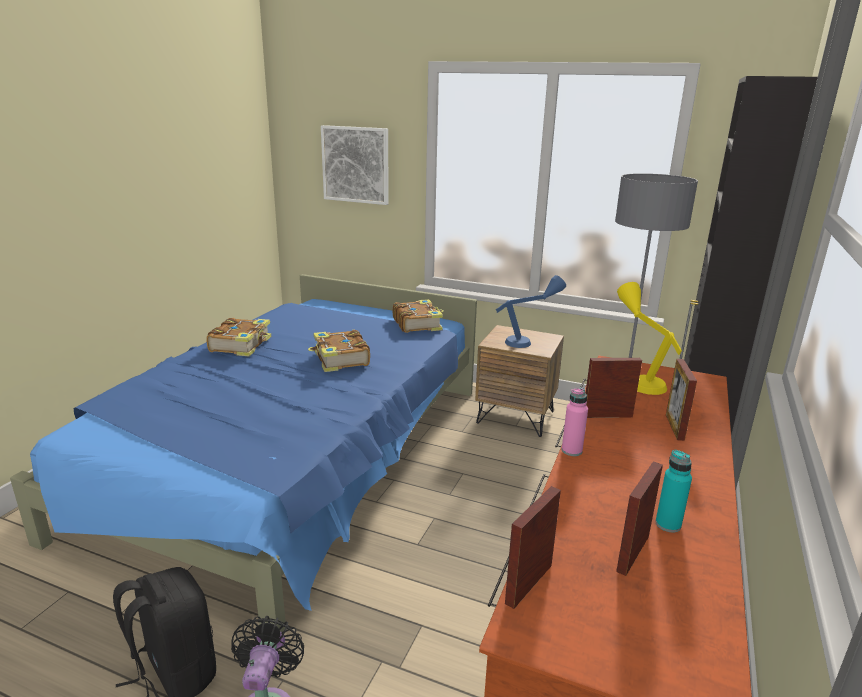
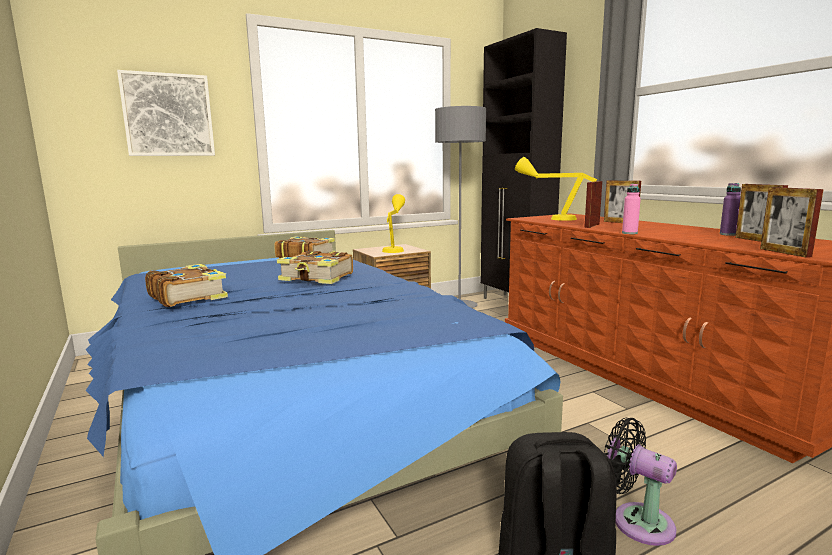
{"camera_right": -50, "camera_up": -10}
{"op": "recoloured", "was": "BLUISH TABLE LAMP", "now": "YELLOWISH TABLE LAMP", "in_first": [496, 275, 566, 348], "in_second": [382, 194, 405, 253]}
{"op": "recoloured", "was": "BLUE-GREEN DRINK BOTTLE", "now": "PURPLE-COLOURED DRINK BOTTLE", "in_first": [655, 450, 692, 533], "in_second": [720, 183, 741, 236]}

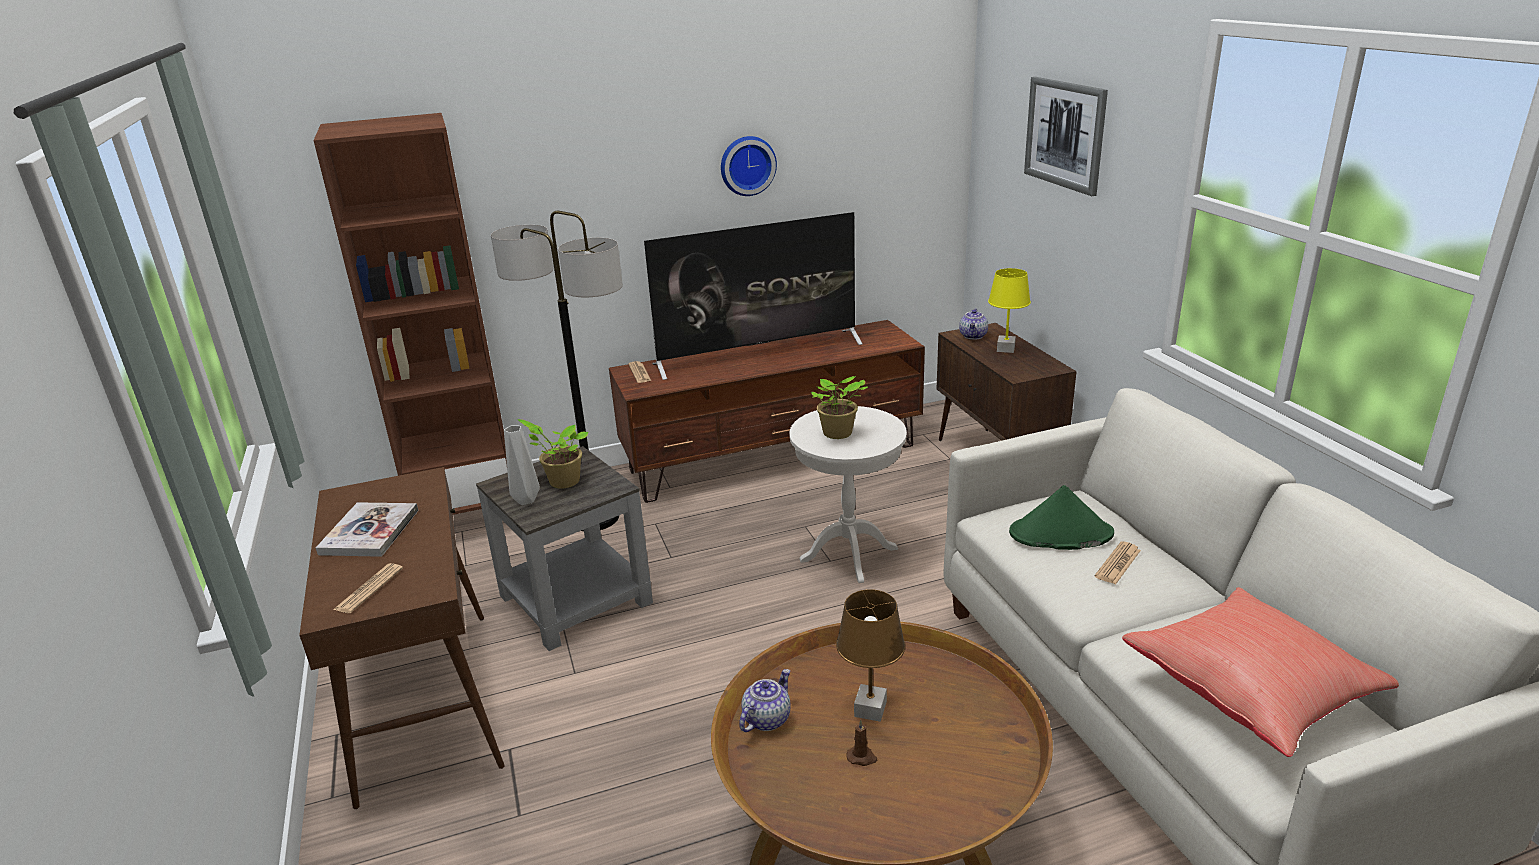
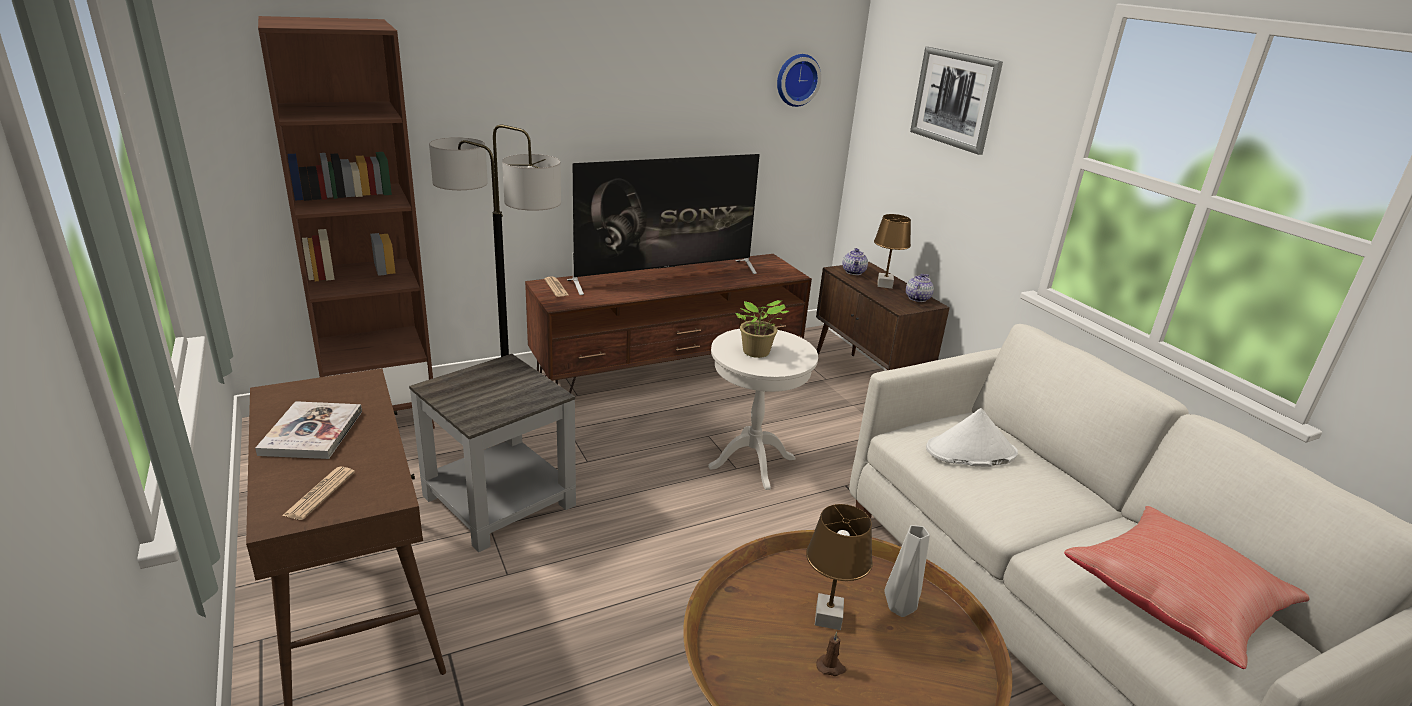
{"camera_right": -10, "camera_up": 0}
{"op": "moved", "was": "GREY VASE", "in_first": [504, 425, 540, 505], "in_second": [884, 525, 930, 617]}
{"op": "removed", "was": "PLANT IN A POT", "in_first": [518, 419, 588, 489]}
{"op": "moved", "was": "CLOCK ON THE WALL", "in_first": [721, 136, 777, 196], "in_second": [777, 54, 821, 107]}
{"op": "moved", "was": "POT FOR TEA", "in_first": [739, 669, 791, 732], "in_second": [906, 274, 934, 302]}
{"op": "recoloured", "was": "YELLOWISH TABLE LAMP", "now": "BROWNISH TABLE LAMP", "in_first": [988, 268, 1031, 353], "in_second": [874, 214, 911, 289]}
{"op": "recoloured", "was": "GREEN-COLOURED HAT", "now": "WHITE-COLOURED HAT", "in_first": [1009, 485, 1114, 550], "in_second": [926, 408, 1018, 467]}
{"op": "removed", "was": "DAILY PAPER", "in_first": [1095, 541, 1141, 584]}

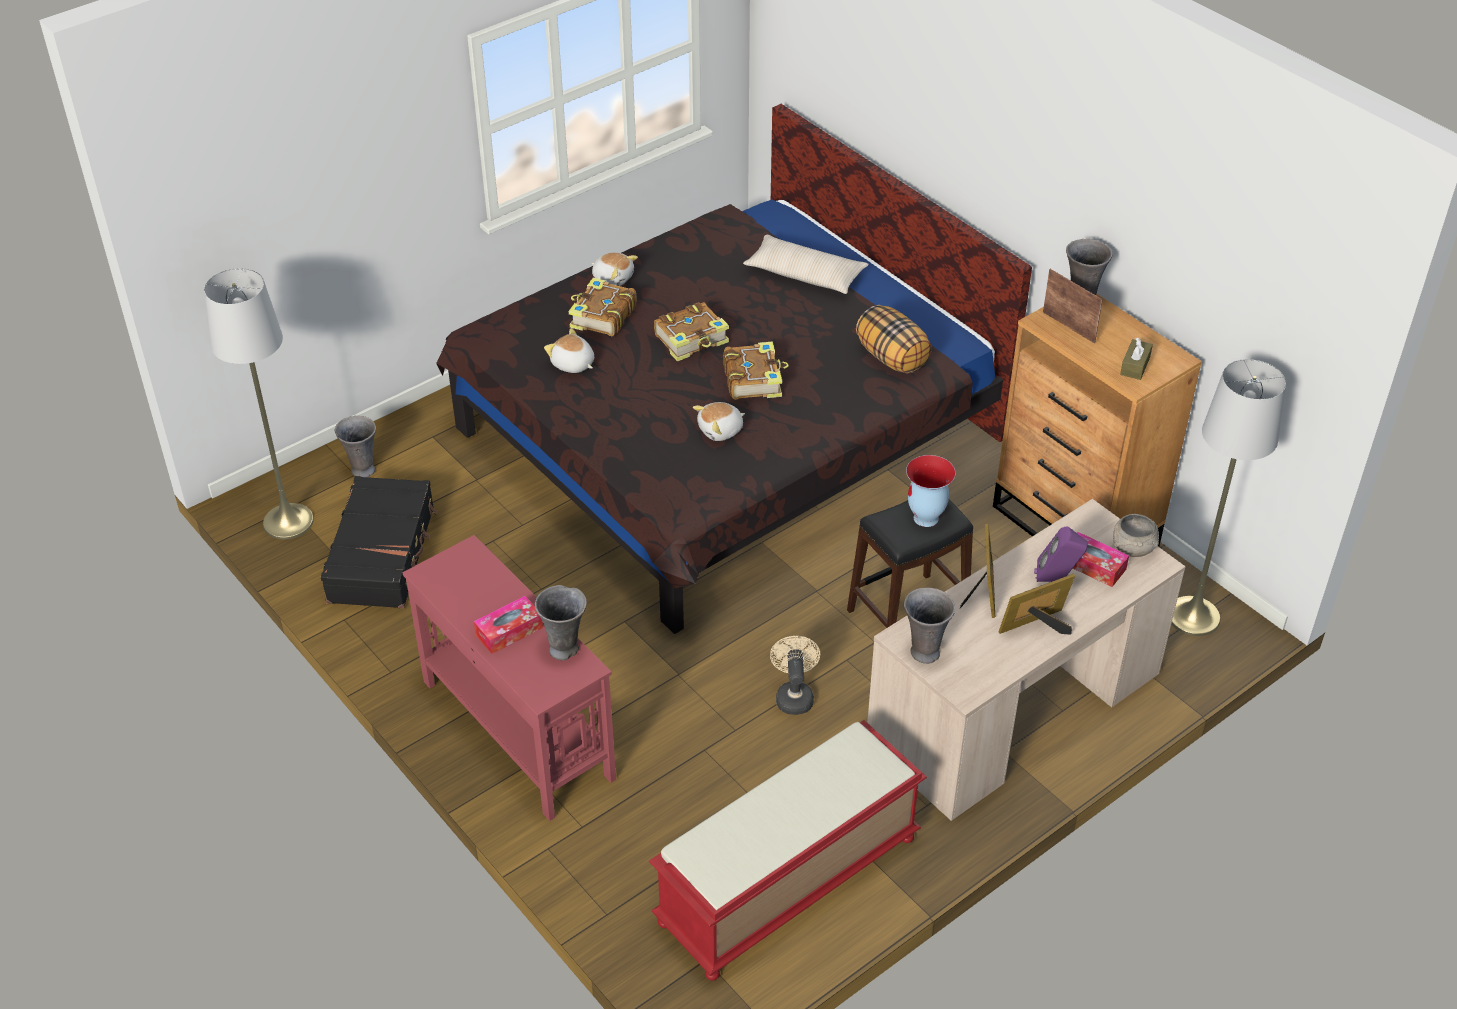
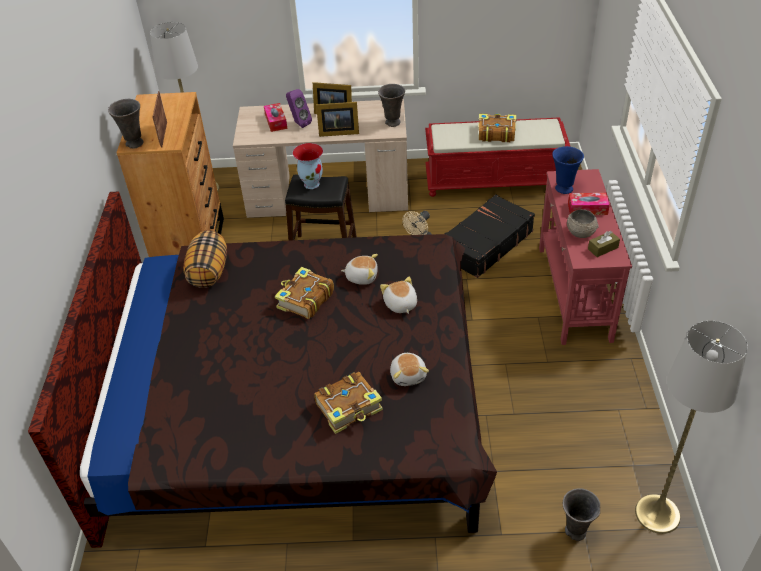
{"camera_right": -140, "camera_up": 0}
{"op": "moved", "was": "BLACK TRAVEL CASE", "in_first": [321, 476, 437, 608], "in_second": [445, 194, 535, 278]}
{"op": "recoloured", "was": "GREY VASE", "now": "BLUISH VASE", "in_first": [535, 585, 587, 660], "in_second": [552, 146, 584, 194]}
{"op": "moved", "was": "PLUSH TOY", "in_first": [591, 252, 638, 286], "in_second": [380, 277, 417, 314]}
{"op": "moved", "was": "BOUND BOOK", "in_first": [654, 302, 729, 361], "in_second": [478, 114, 516, 142]}
{"op": "removed", "was": "SAND-COLOURED PILLOW", "in_first": [743, 235, 869, 294]}
{"op": "turned", "was": "PICTURE FRAME", "in_first": [960, 524, 995, 618], "in_second": [316, 102, 359, 137], "clockwise": -135}
{"op": "moved", "was": "GREY DEEP DISH", "in_first": [1113, 514, 1159, 557], "in_second": [567, 209, 598, 238]}
{"op": "moved", "was": "BROWNISH BOX OF TISSUES", "in_first": [1120, 338, 1153, 380], "in_second": [588, 231, 620, 257]}

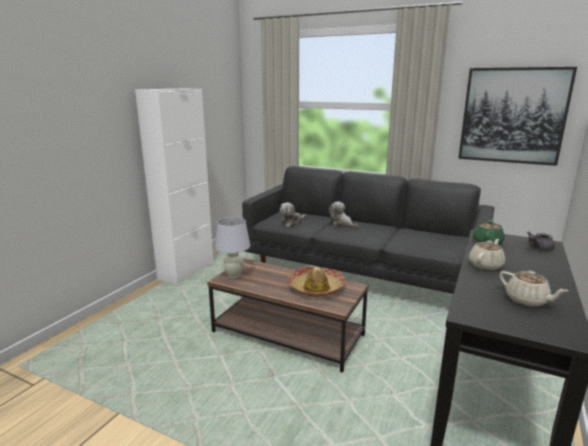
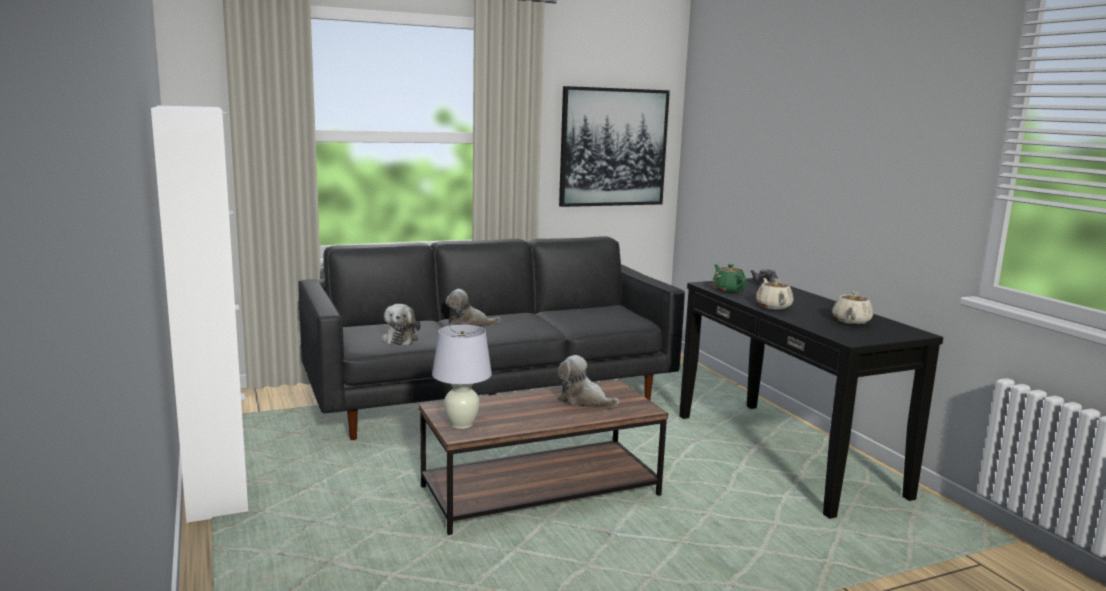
{"camera_right": -50, "camera_up": -5}
{"op": "replaced", "was": "HAT", "now": "PLUSH TOY", "in_first": [288, 266, 346, 297], "in_second": [557, 355, 619, 408]}
{"op": "turned", "was": "SAND-COLOURED POT FOR TEA", "in_first": [499, 271, 568, 307], "in_second": [832, 291, 873, 324], "clockwise": -75}

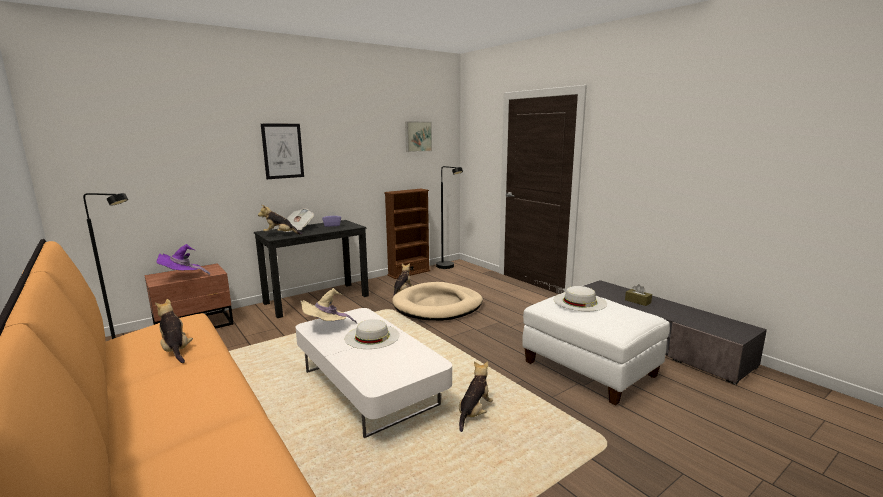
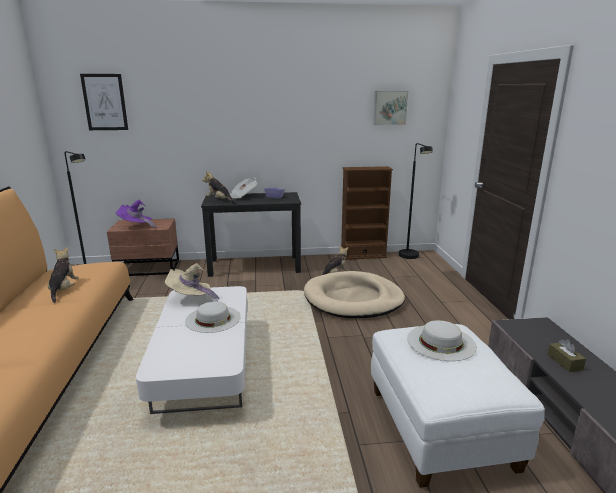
{"camera_right": 30, "camera_up": 5}
{"op": "moved", "was": "WALL PICTURE", "in_first": [261, 124, 304, 179], "in_second": [80, 74, 128, 130]}
{"op": "removed", "was": "PLUSH TOY", "in_first": [459, 361, 493, 432]}

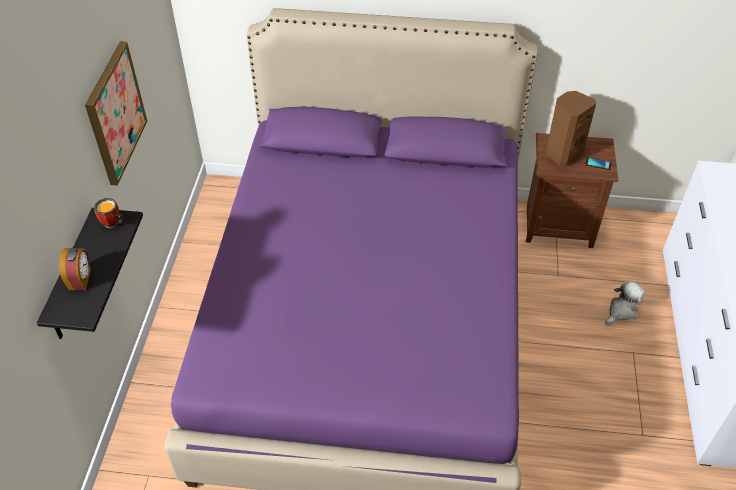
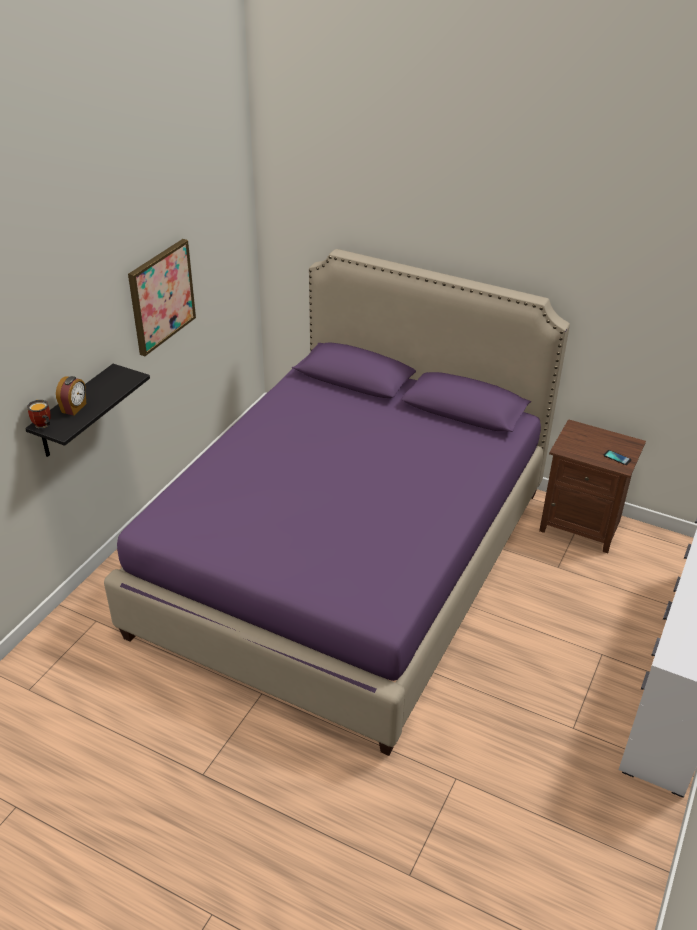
{"camera_right": 20, "camera_up": -10}
{"op": "moved", "was": "TEA MUG", "in_first": [94, 198, 124, 228], "in_second": [27, 400, 51, 428]}
{"op": "removed", "was": "BROWNISH AUDIO SPEAKER", "in_first": [546, 91, 596, 166]}
{"op": "removed", "was": "PLUSH TOY", "in_first": [605, 280, 645, 325]}

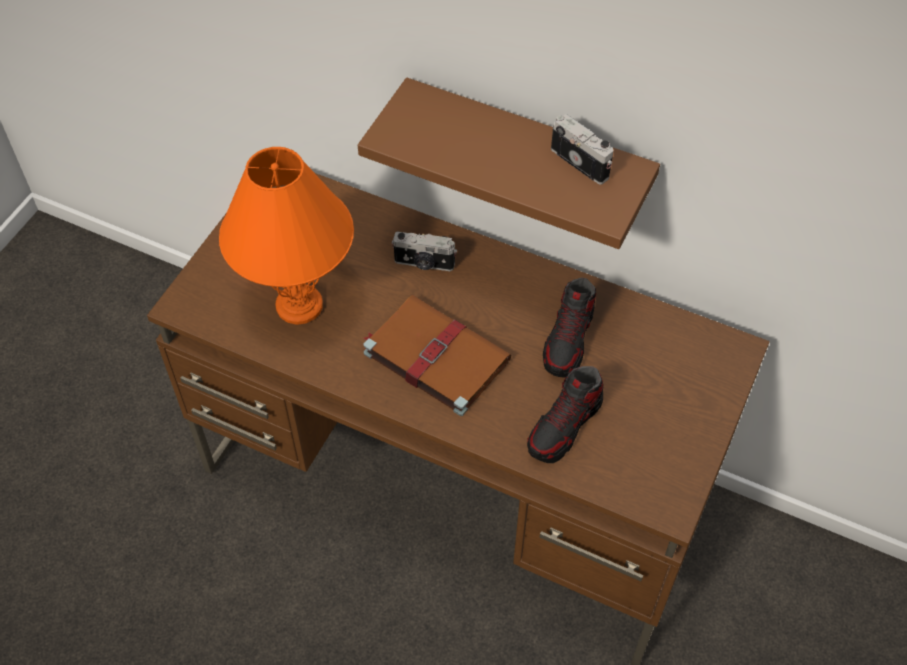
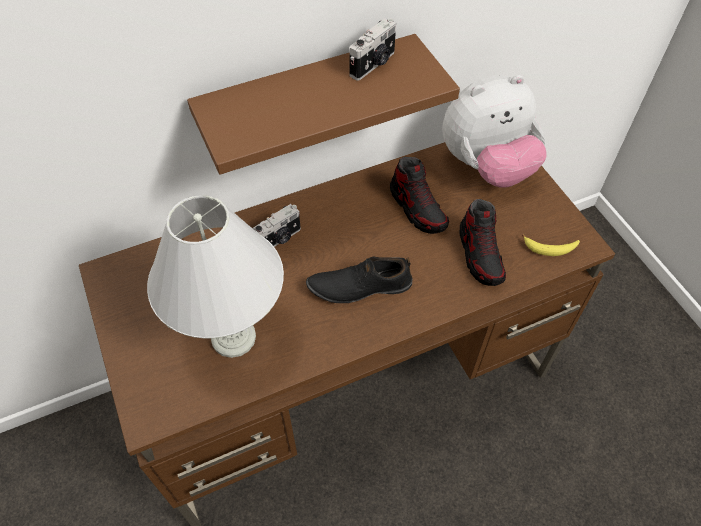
{"camera_right": -50, "camera_up": 0}
{"op": "recoloured", "was": "ORANGEY TABLE LAMP", "now": "WHITE-COLOURED TABLE LAMP", "in_first": [219, 147, 354, 325], "in_second": [147, 195, 284, 358]}
{"op": "replaced", "was": "BROWNISH BOUND BOOK", "now": "BLACK ITEM OF FOOTWEAR", "in_first": [364, 295, 511, 416], "in_second": [306, 256, 412, 303]}
{"op": "turned", "was": "STILL CAMERA", "in_first": [551, 114, 614, 185], "in_second": [349, 18, 396, 81], "clockwise": 135}
{"op": "added", "now": "PLUSH TOY", "in_second": [442, 75, 547, 188]}
{"op": "added", "now": "WHOLE BANANA", "in_second": [522, 234, 580, 256]}

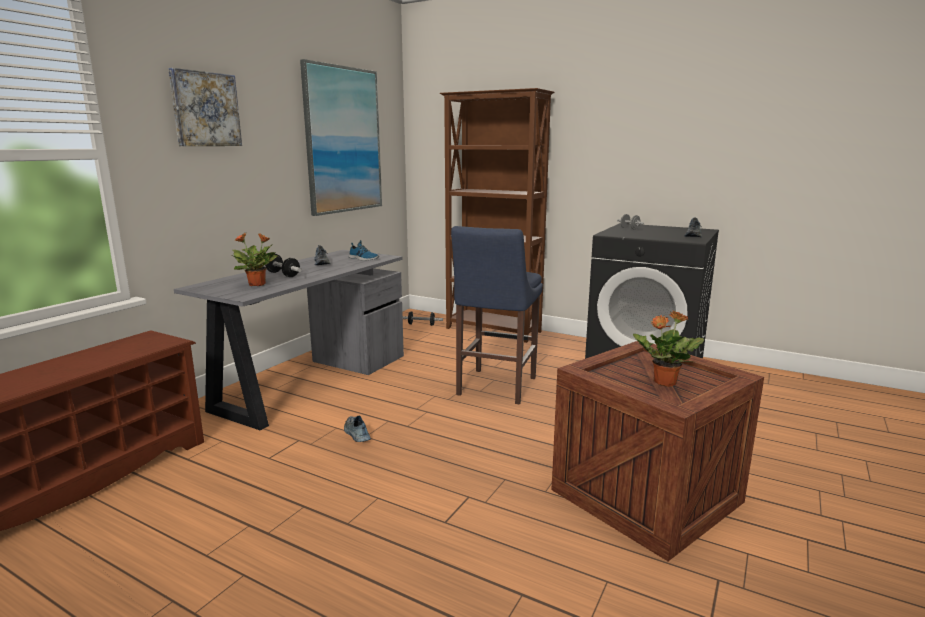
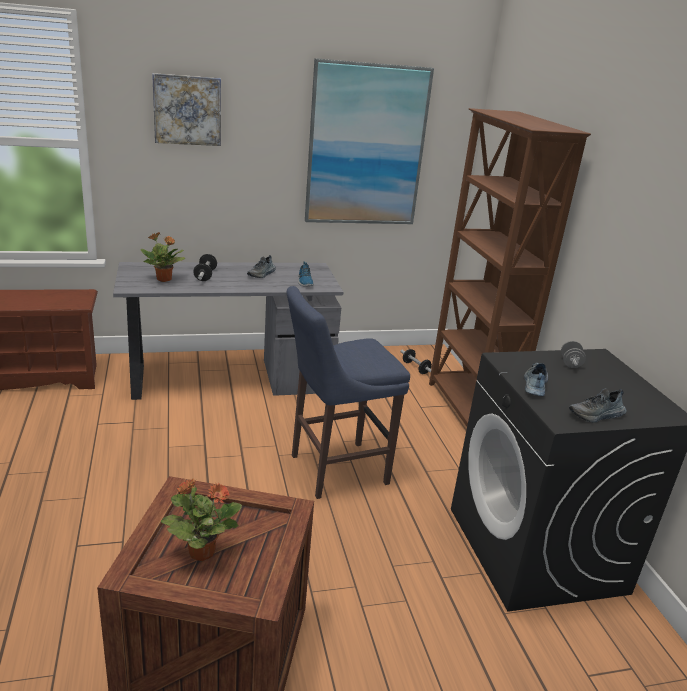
{"camera_right": 45, "camera_up": 10}
{"op": "moved", "was": "ITEM OF FOOTWEAR", "in_first": [344, 416, 371, 442], "in_second": [524, 363, 548, 396]}

